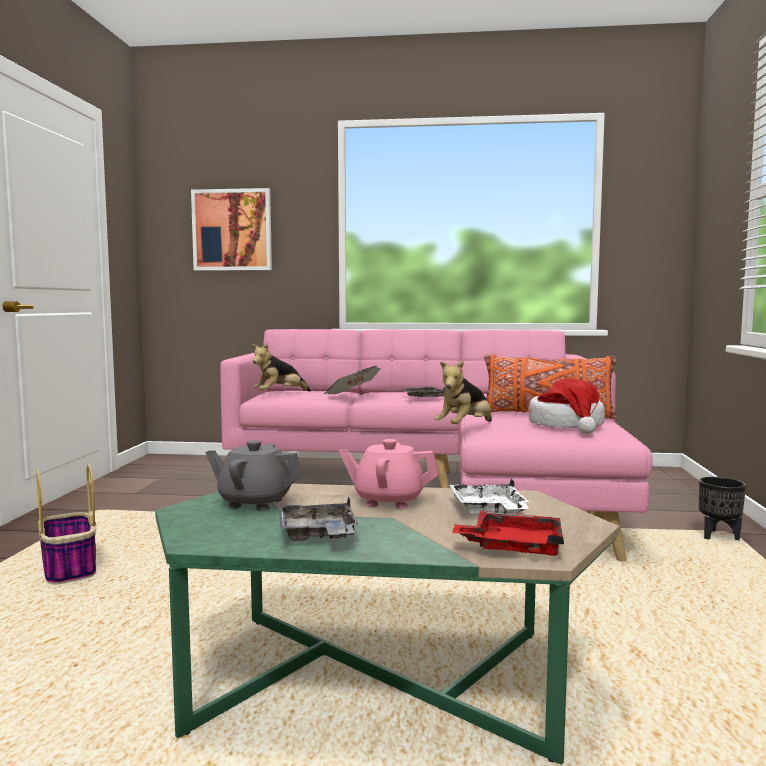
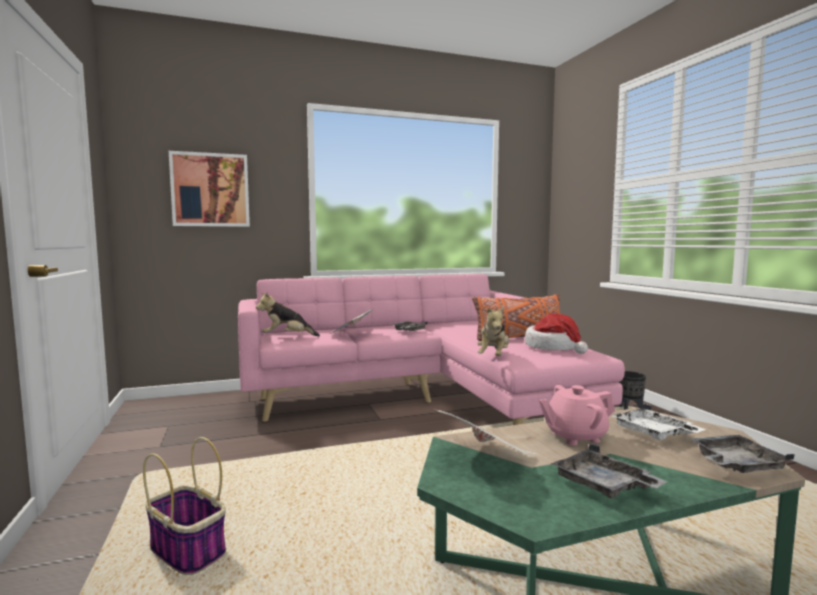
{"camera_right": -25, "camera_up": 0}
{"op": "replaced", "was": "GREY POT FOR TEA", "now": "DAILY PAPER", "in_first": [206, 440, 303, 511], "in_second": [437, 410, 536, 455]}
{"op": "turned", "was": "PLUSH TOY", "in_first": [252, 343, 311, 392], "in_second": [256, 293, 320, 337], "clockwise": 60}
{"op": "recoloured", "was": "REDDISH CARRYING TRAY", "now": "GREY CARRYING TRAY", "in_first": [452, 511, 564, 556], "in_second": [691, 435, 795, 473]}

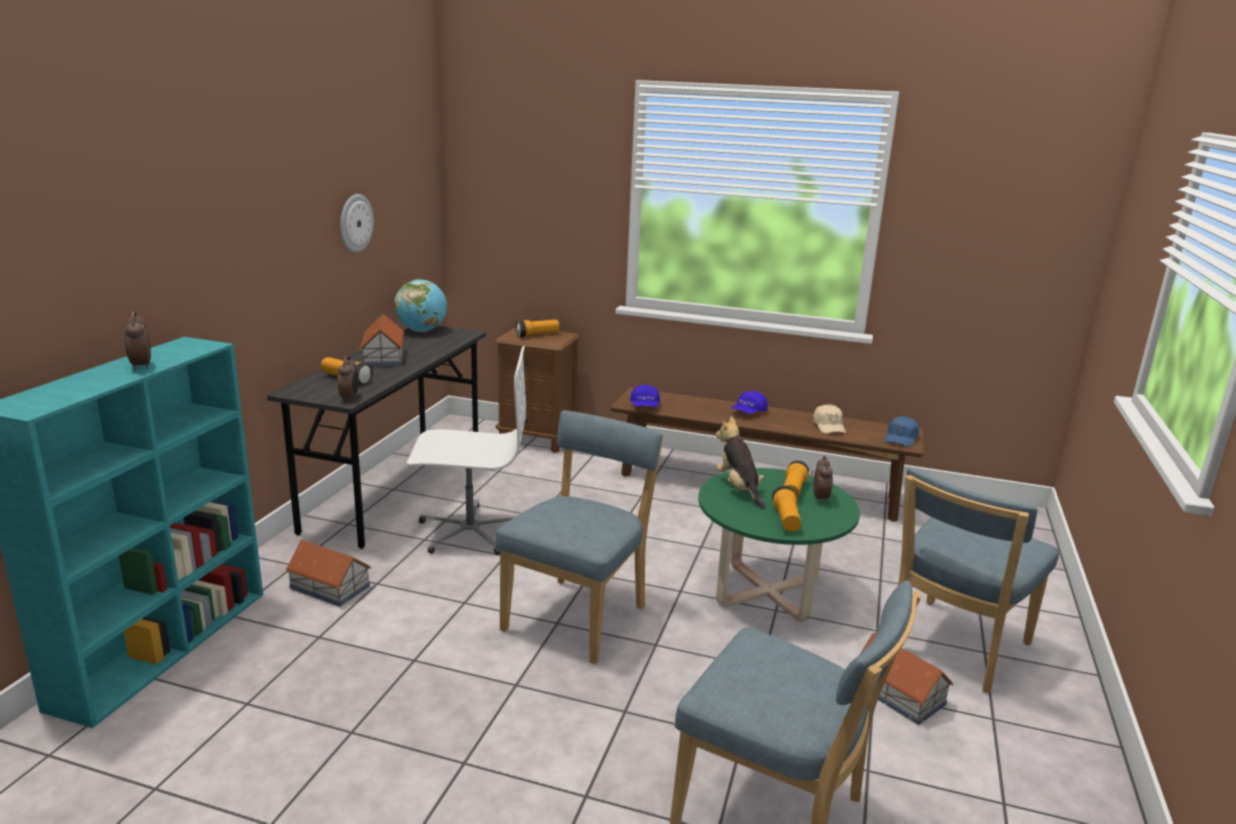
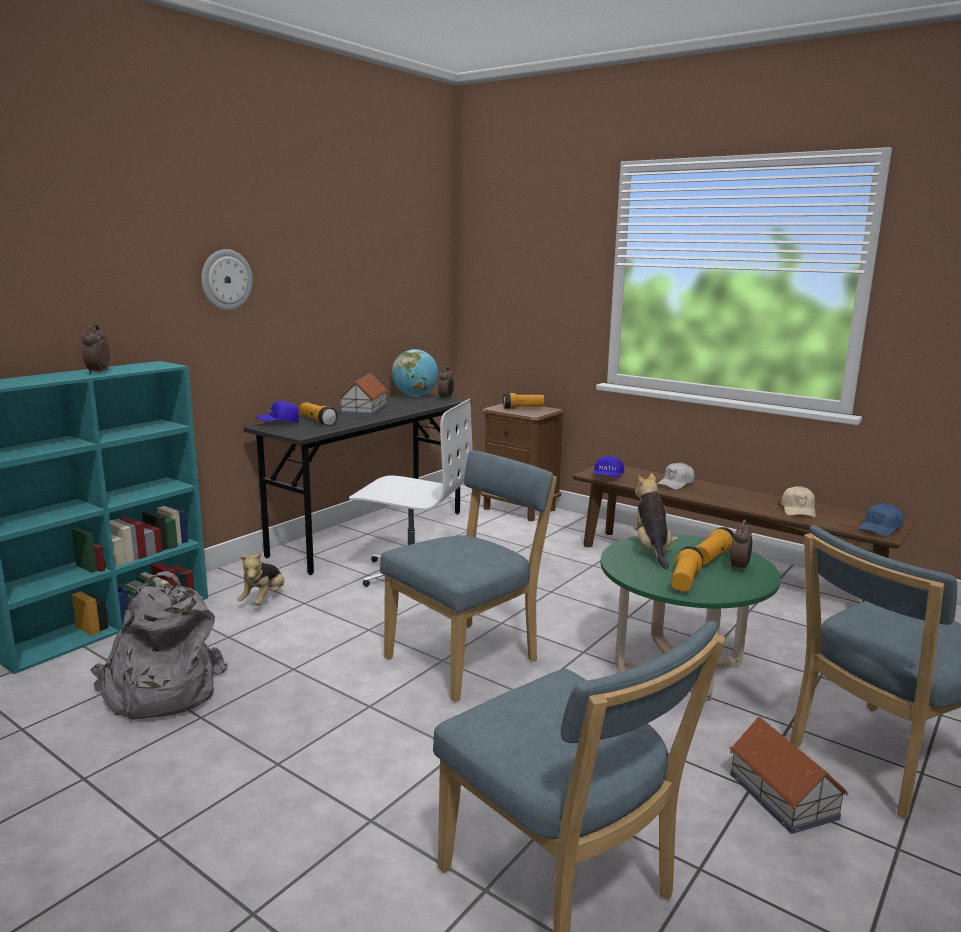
{"camera_right": 20, "camera_up": -5}
{"op": "replaced", "was": "TOY HOUSE", "now": "PLUSH TOY", "in_first": [285, 540, 372, 607], "in_second": [237, 552, 284, 605]}
{"op": "moved", "was": "ALARM CLOCK", "in_first": [338, 356, 359, 402], "in_second": [438, 367, 454, 400]}
{"op": "moved", "was": "CLOCK ON THE WALL", "in_first": [340, 194, 374, 252], "in_second": [201, 249, 253, 311]}
{"op": "moved", "was": "BLUISH BASEBALL CAP", "in_first": [731, 391, 768, 414], "in_second": [255, 401, 299, 423]}
{"op": "added", "now": "GREY KNAPSACK", "in_second": [91, 571, 228, 720]}
{"op": "added", "now": "WHITE-COLOURED BASEBALL CAP", "in_second": [657, 462, 695, 490]}

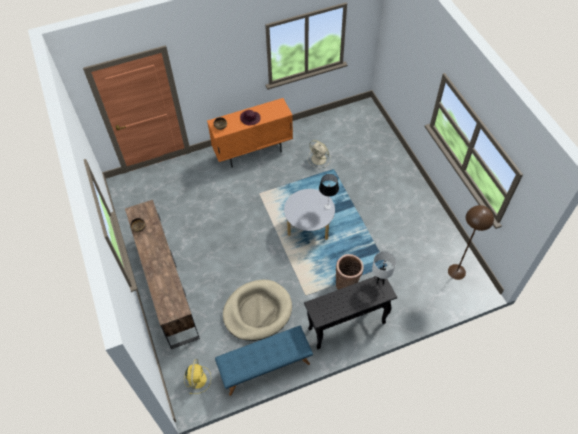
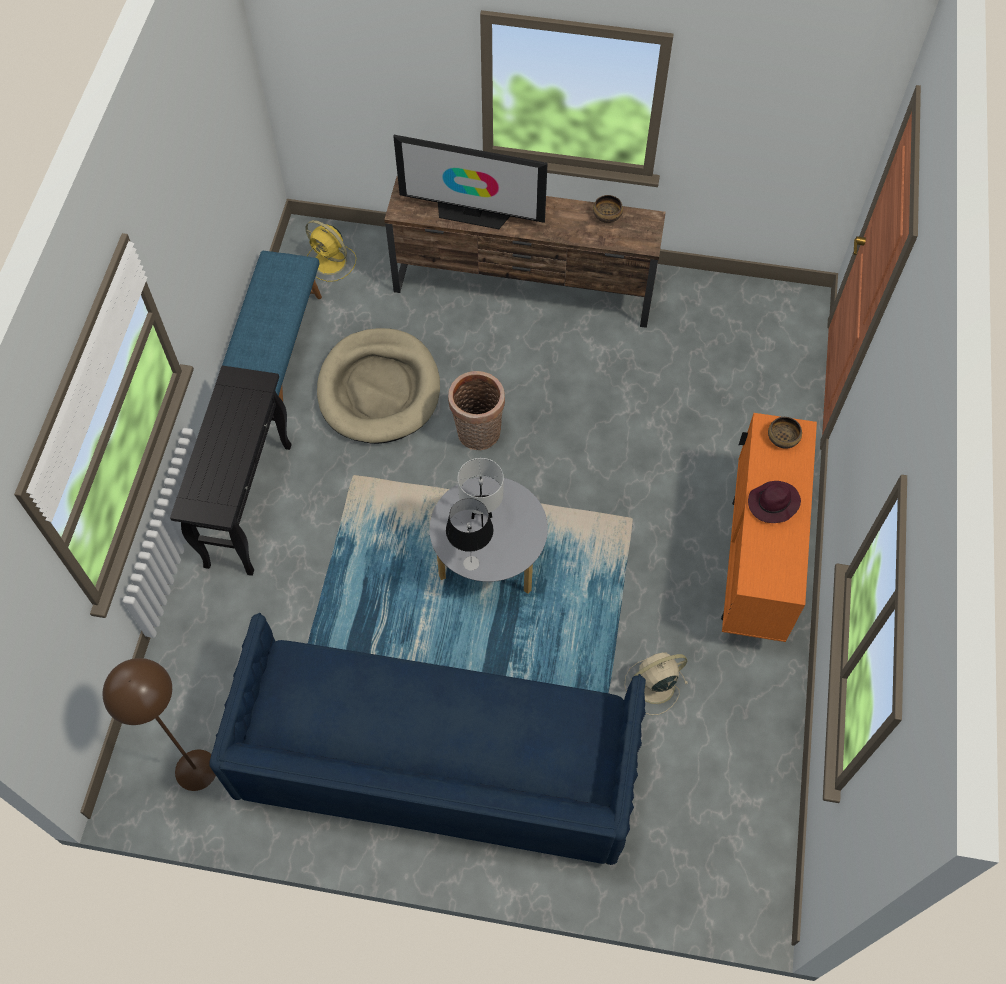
{"camera_right": 120, "camera_up": 5}
{"op": "moved", "was": "STORAGE BASKET", "in_first": [336, 254, 364, 290], "in_second": [448, 371, 505, 450]}
{"op": "moved", "was": "WHITE-COLOURED TABLE LAMP", "in_first": [372, 251, 396, 285], "in_second": [458, 458, 504, 527]}
{"op": "added", "now": "BLUISH COUCH", "in_second": [209, 613, 646, 865]}
{"op": "added", "now": "TELEVISION", "in_second": [393, 135, 548, 229]}

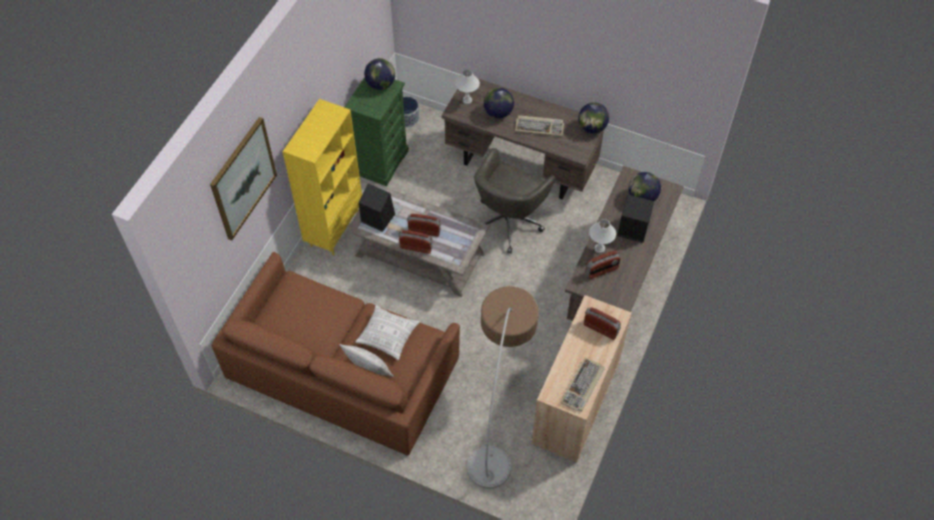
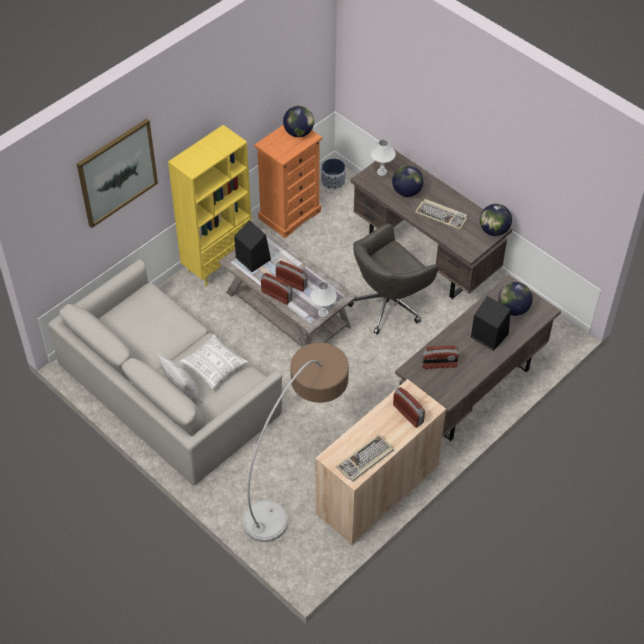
{"camera_right": 20, "camera_up": -5}
{"op": "recoloured", "was": "BROWNISH COUCH", "now": "GREY COUCH", "in_first": [211, 252, 460, 455], "in_second": [48, 259, 282, 486]}
{"op": "recoloured", "was": "GREEN-COLOURED CHEST OF DRAWERS", "now": "ORANGEY CHEST OF DRAWERS", "in_first": [345, 77, 409, 186], "in_second": [254, 125, 322, 238]}
{"op": "moved", "was": "WHITE-COLOURED TABLE LAMP", "in_first": [589, 219, 616, 253], "in_second": [310, 282, 337, 318]}

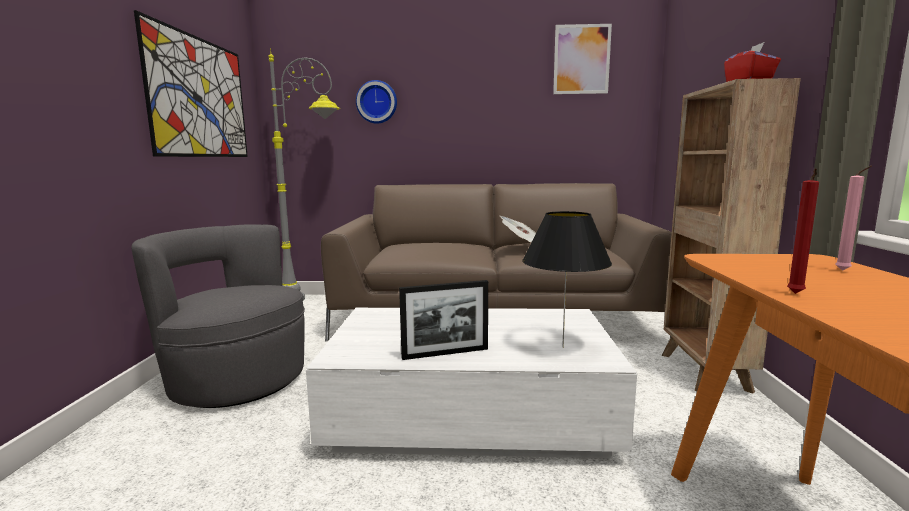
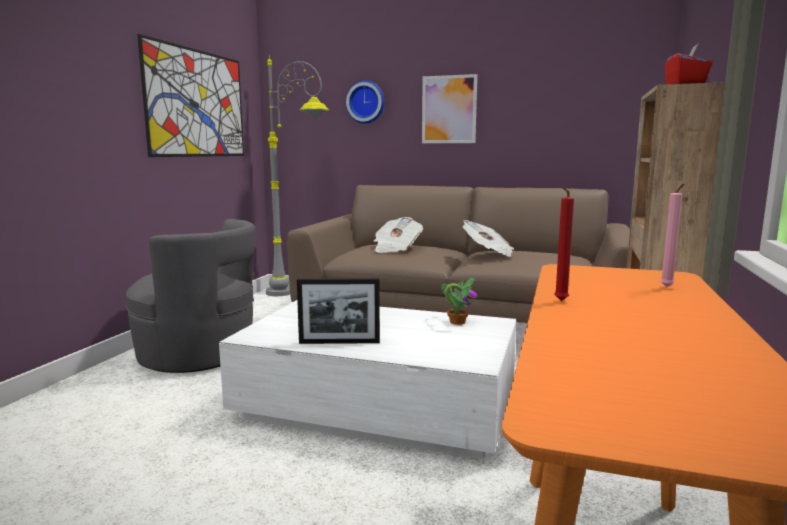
{"camera_right": 15, "camera_up": 0}
{"op": "turned", "was": "GREY LOUNGE CHAIR", "in_first": [132, 224, 305, 408], "in_second": [126, 219, 256, 373], "clockwise": 150}
{"op": "removed", "was": "BLACK TABLE LAMP", "in_first": [522, 211, 612, 348]}
{"op": "moved", "was": "WALL PICTURE", "in_first": [553, 24, 612, 94], "in_second": [422, 74, 477, 143]}
{"op": "added", "now": "DAILY PAPER", "in_second": [374, 217, 423, 253]}
{"op": "added", "now": "PLANT IN A POT", "in_second": [441, 278, 477, 325]}

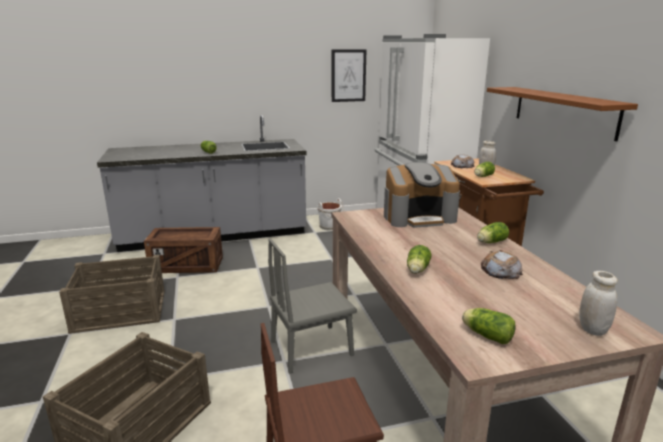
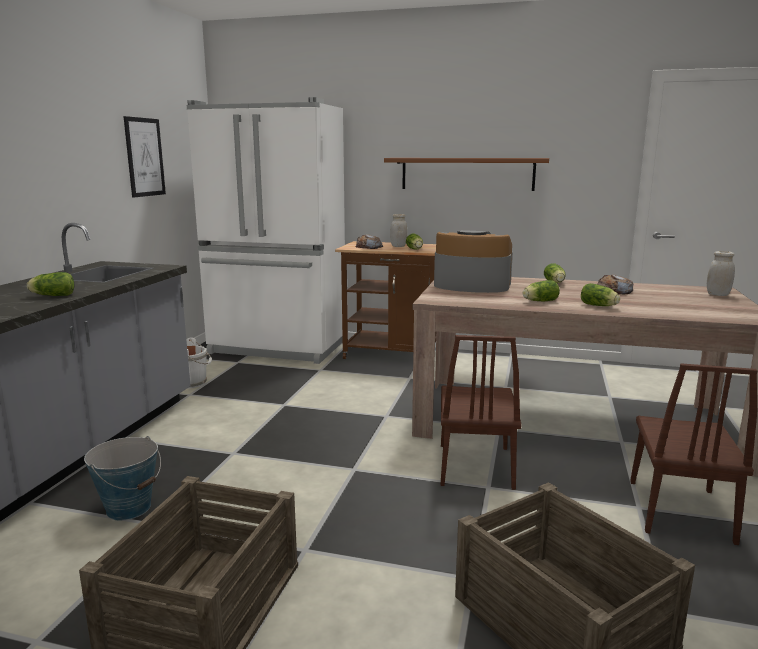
{"camera_right": -60, "camera_up": -5}
{"op": "replaced", "was": "SHIPPING CRATE", "now": "BUCKET", "in_first": [144, 227, 223, 273], "in_second": [84, 436, 161, 521]}
{"op": "recoloured", "was": "GREY CHAIR", "now": "BROWNISH CHAIR", "in_first": [268, 238, 357, 374], "in_second": [441, 335, 522, 490]}
{"op": "turned", "was": "COFFEE MACHINE", "in_first": [384, 162, 460, 228], "in_second": [434, 230, 513, 293], "clockwise": -90}
{"op": "moved", "was": "HEAD OF LETTUCE", "in_first": [462, 308, 516, 344], "in_second": [523, 280, 560, 301]}

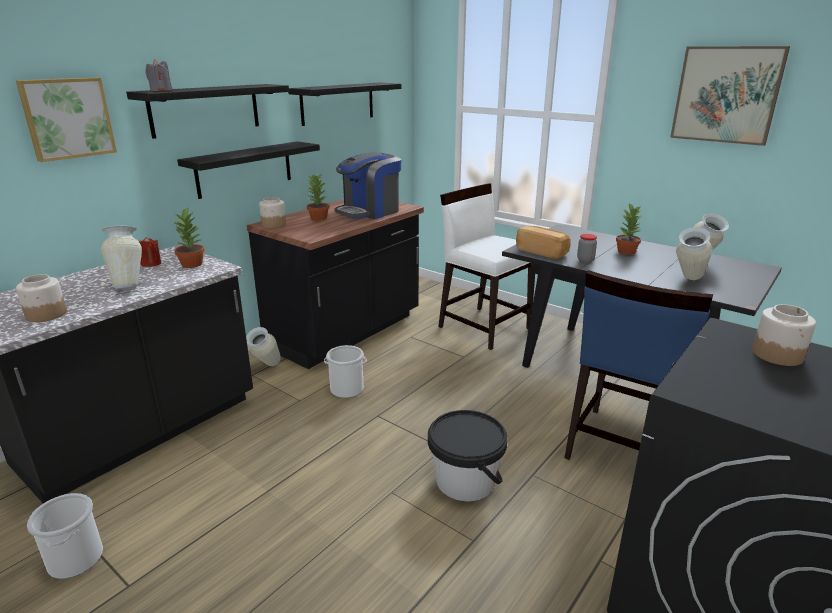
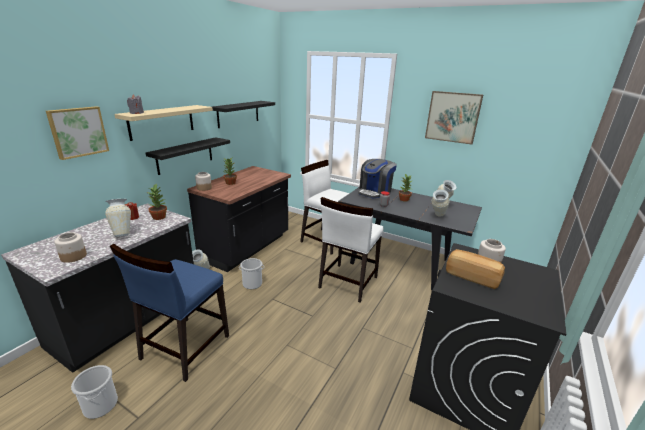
{"camera_right": -10, "camera_up": 0}
{"op": "recoloured", "was": "BLACK SHELF", "now": "SAND-COLOURED SHELF", "in_first": [126, 84, 289, 139], "in_second": [114, 105, 213, 141]}
{"op": "moved", "was": "COFFEE MACHINE", "in_first": [335, 152, 401, 219], "in_second": [358, 159, 397, 198]}
{"op": "removed", "was": "BLACK BUCKET", "in_first": [428, 410, 508, 501]}
{"op": "moved", "was": "BAKERY BREAD", "in_first": [516, 226, 570, 259], "in_second": [446, 249, 505, 289]}
{"op": "moved", "was": "BLUISH CHAIR", "in_first": [564, 270, 713, 460], "in_second": [110, 244, 229, 382]}
{"op": "added", "now": "WHITE-COLOURED CHAIR", "in_second": [318, 197, 384, 303]}

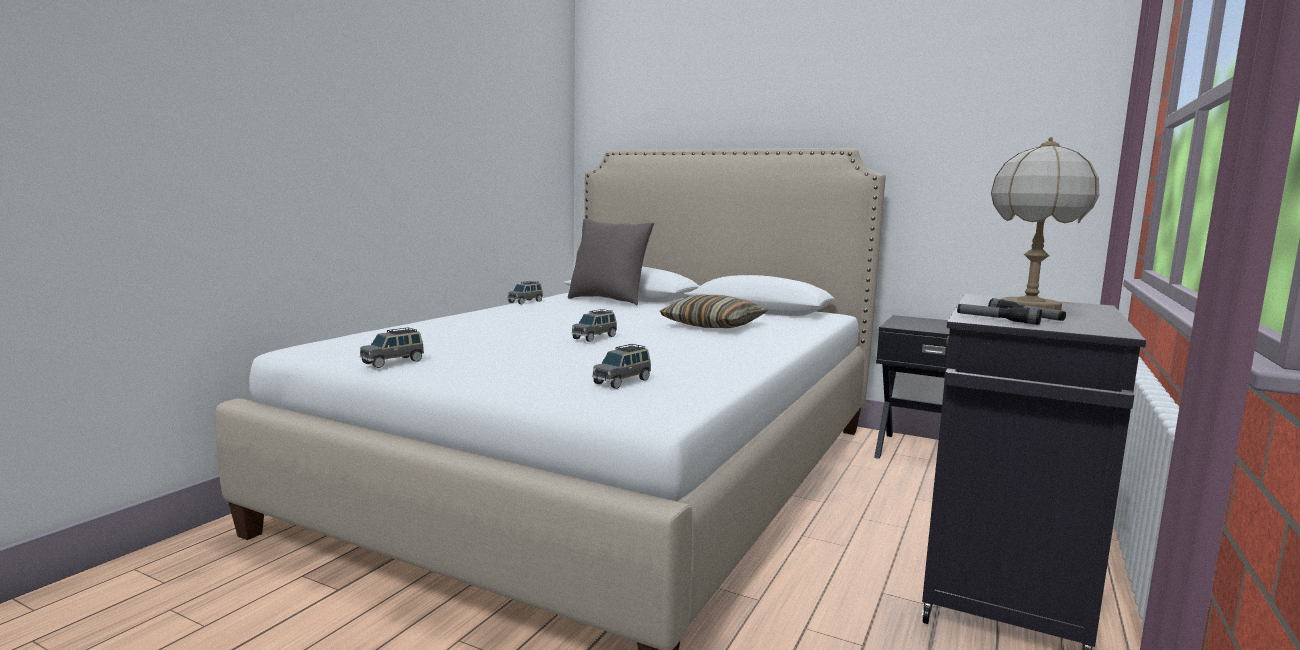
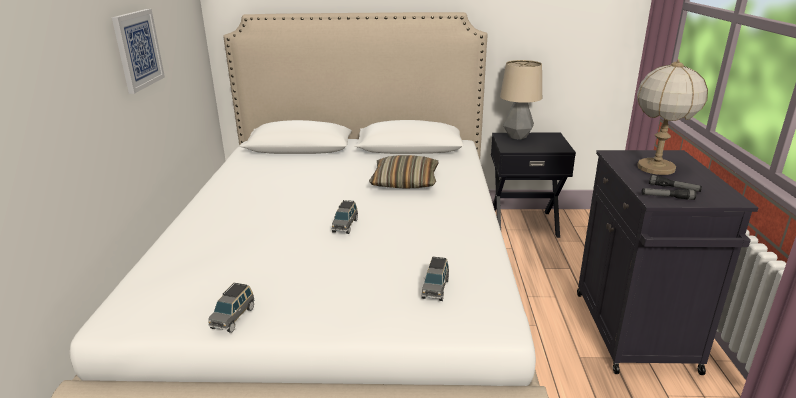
{"camera_right": -25, "camera_up": 15}
{"op": "removed", "was": "GREY MINIATURE CAR", "in_first": [508, 281, 543, 304]}
{"op": "removed", "was": "GREY PILLOW", "in_first": [568, 219, 654, 305]}
{"op": "added", "now": "WALL PICTURE", "in_second": [112, 9, 165, 94]}
{"op": "added", "now": "TABLE LAMP", "in_second": [500, 60, 542, 140]}

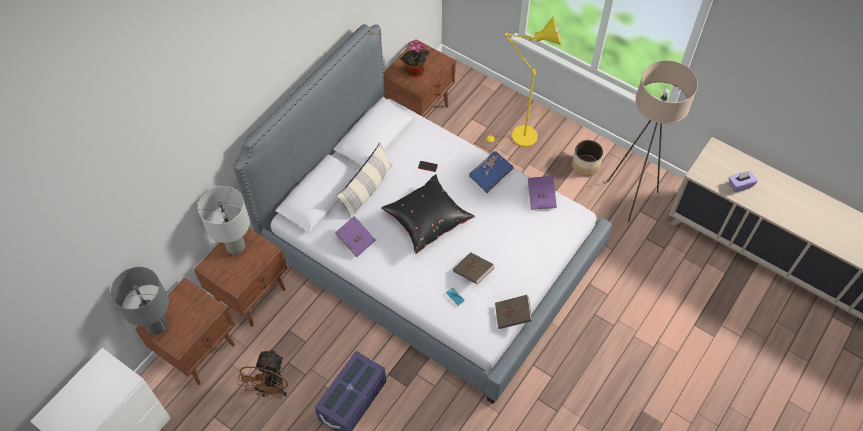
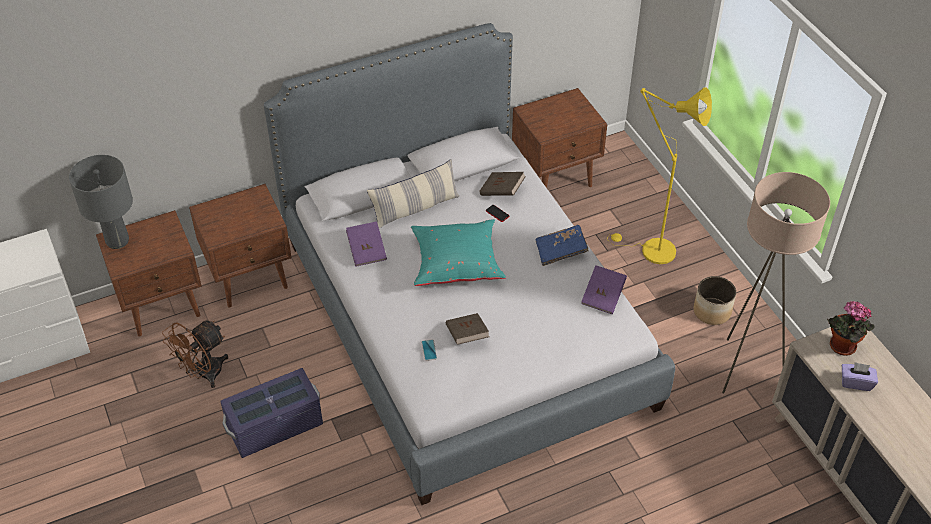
{"camera_right": 30, "camera_up": -10}
{"op": "removed", "was": "GREY TABLE LAMP", "in_first": [198, 186, 250, 255]}
{"op": "recoloured", "was": "BLACK PILLOW", "now": "BLUE-GREEN PILLOW", "in_first": [381, 174, 475, 254], "in_second": [411, 219, 506, 286]}
{"op": "moved", "was": "PLANT IN A POT", "in_first": [400, 40, 429, 77], "in_second": [827, 301, 875, 356]}
{"op": "moved", "was": "BROWNISH BOUND BOOK", "in_first": [495, 295, 532, 329], "in_second": [479, 172, 526, 196]}

